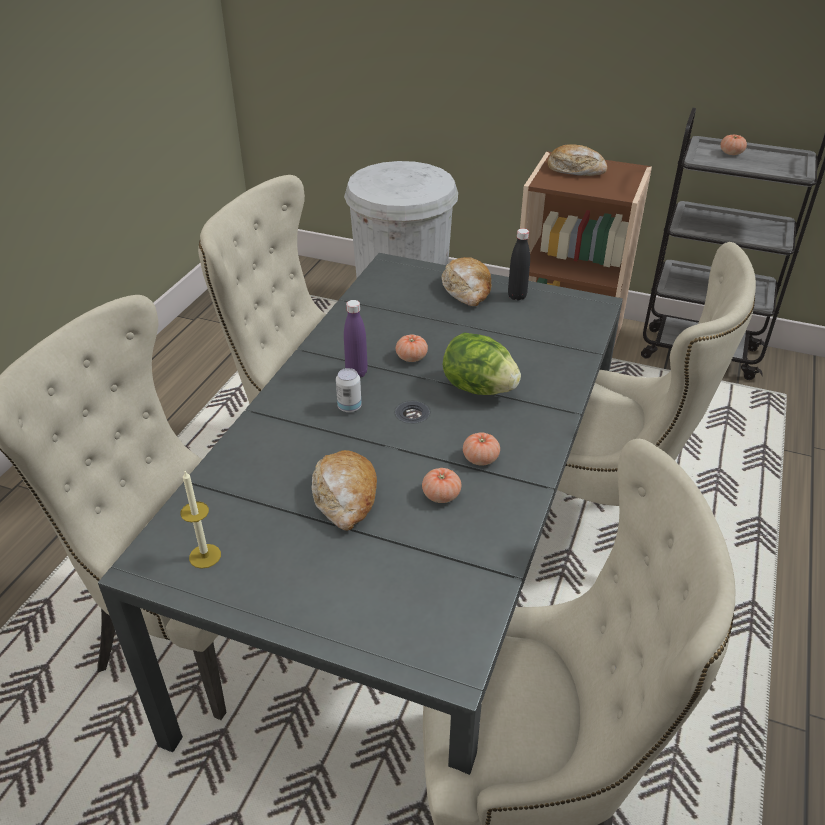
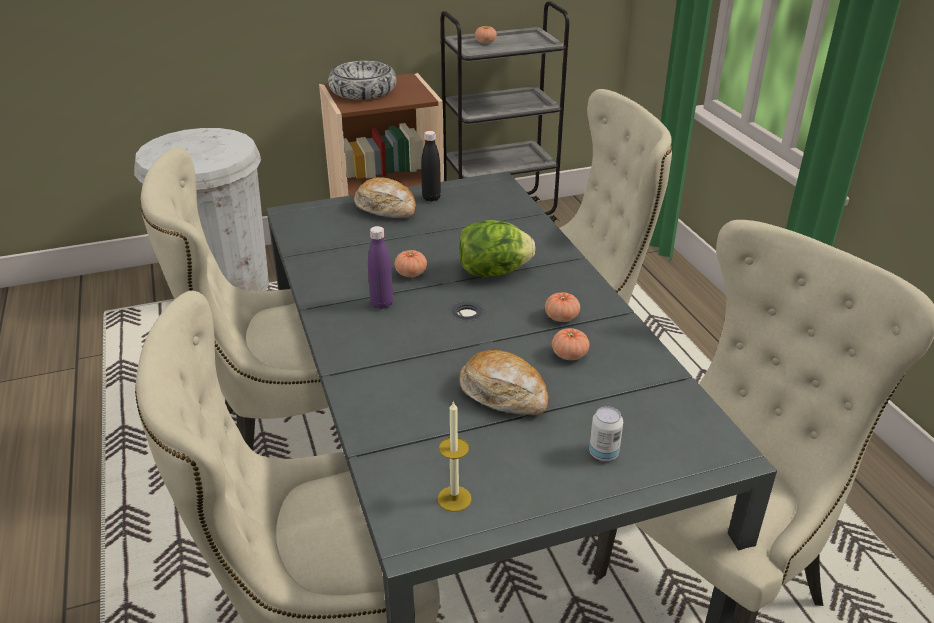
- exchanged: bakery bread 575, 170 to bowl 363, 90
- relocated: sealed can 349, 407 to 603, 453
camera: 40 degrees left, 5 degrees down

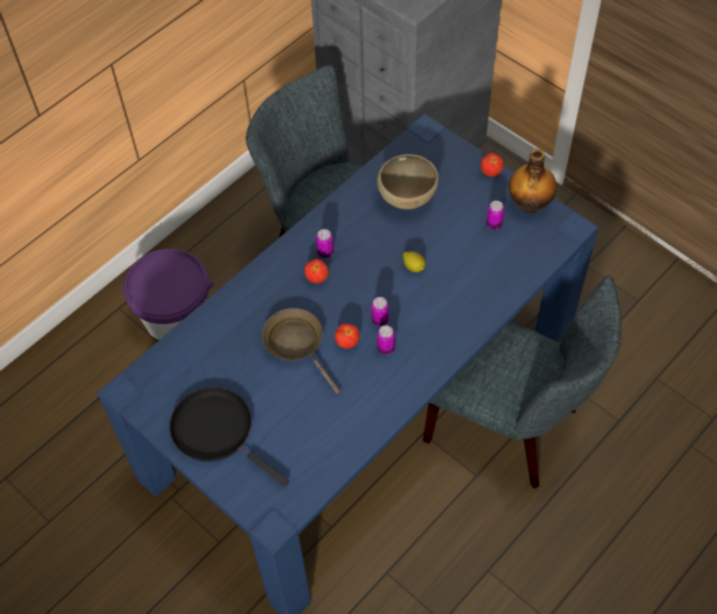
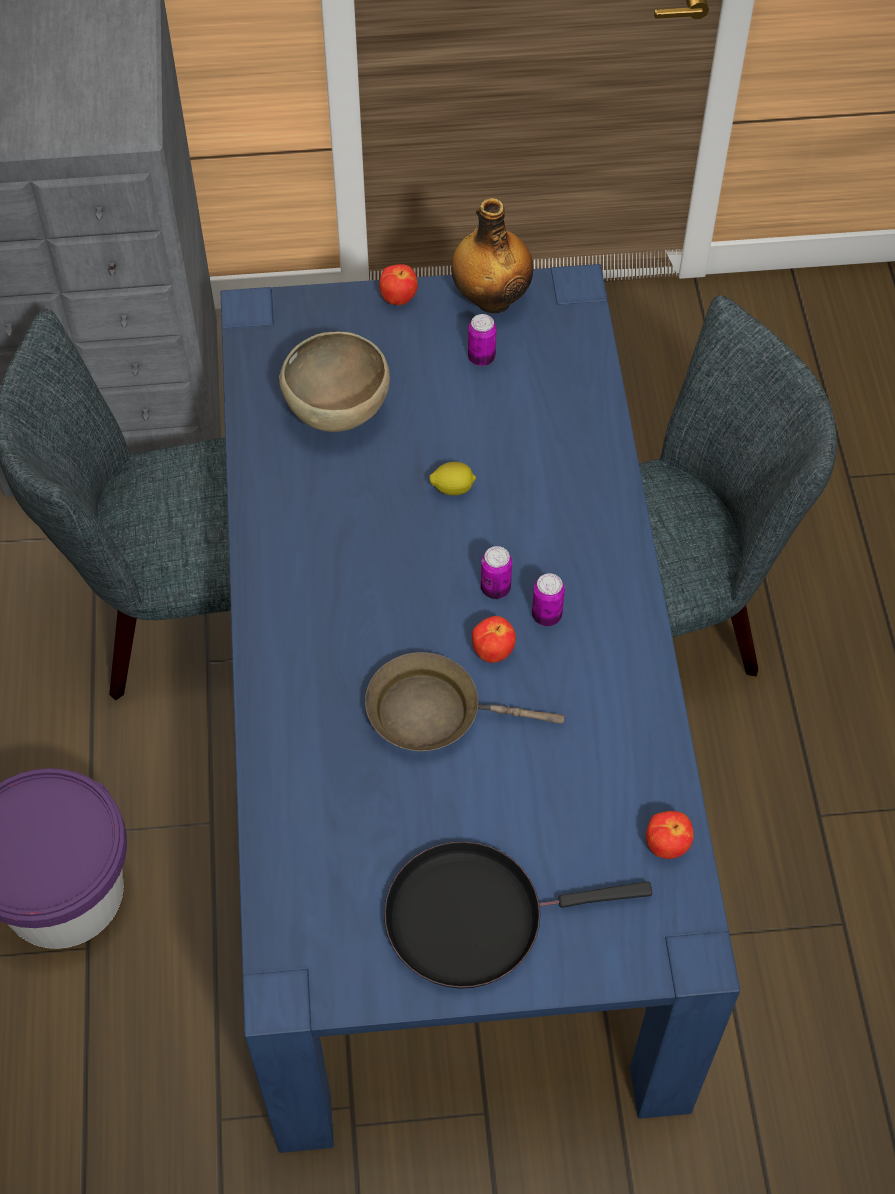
- relocated: apple 317, 278 to 667, 845
- missing: sealed can 325, 252
camera: 50 degrees left, 0 degrees up

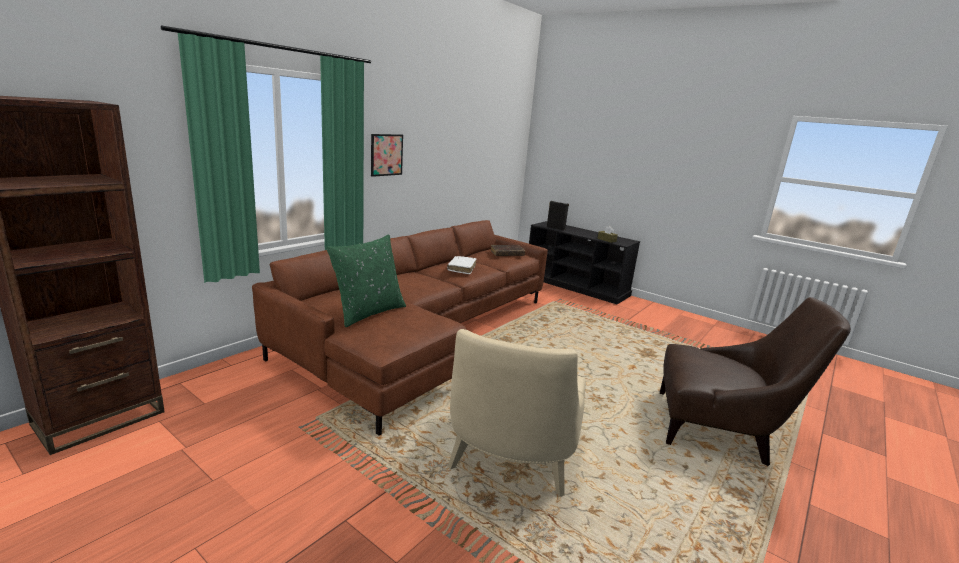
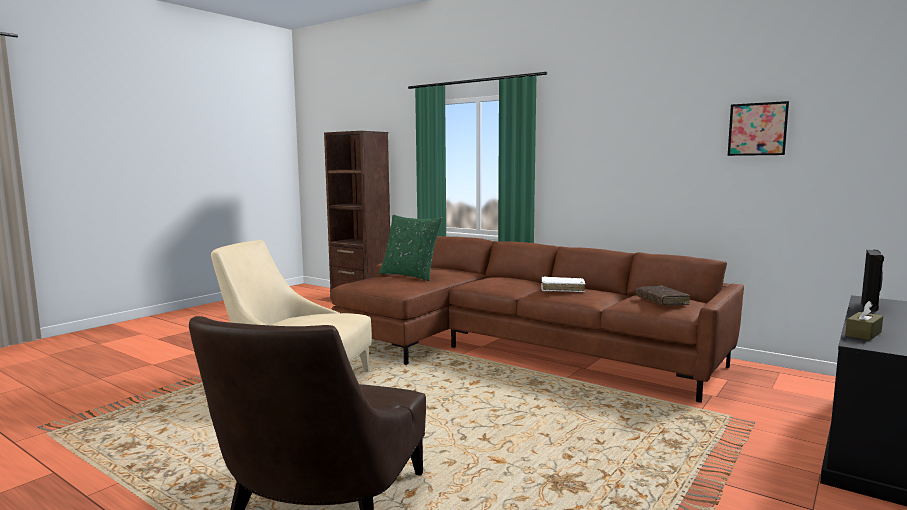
- relocated: picture 386, 155 to 757, 129
camera: 90 degrees right, 10 degrees down

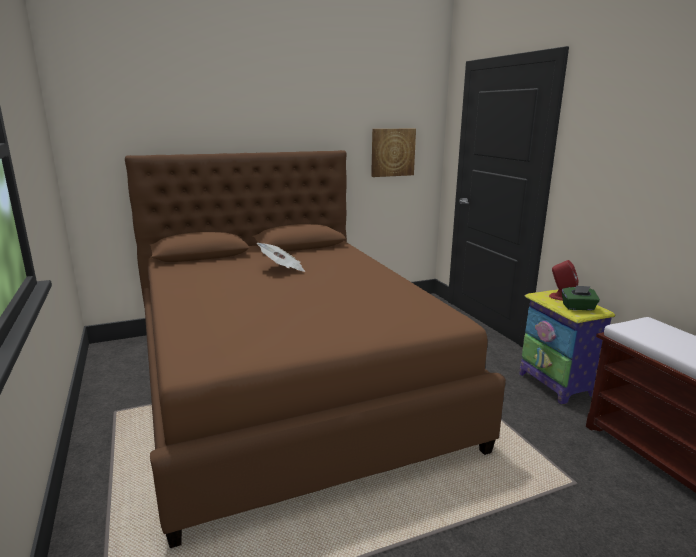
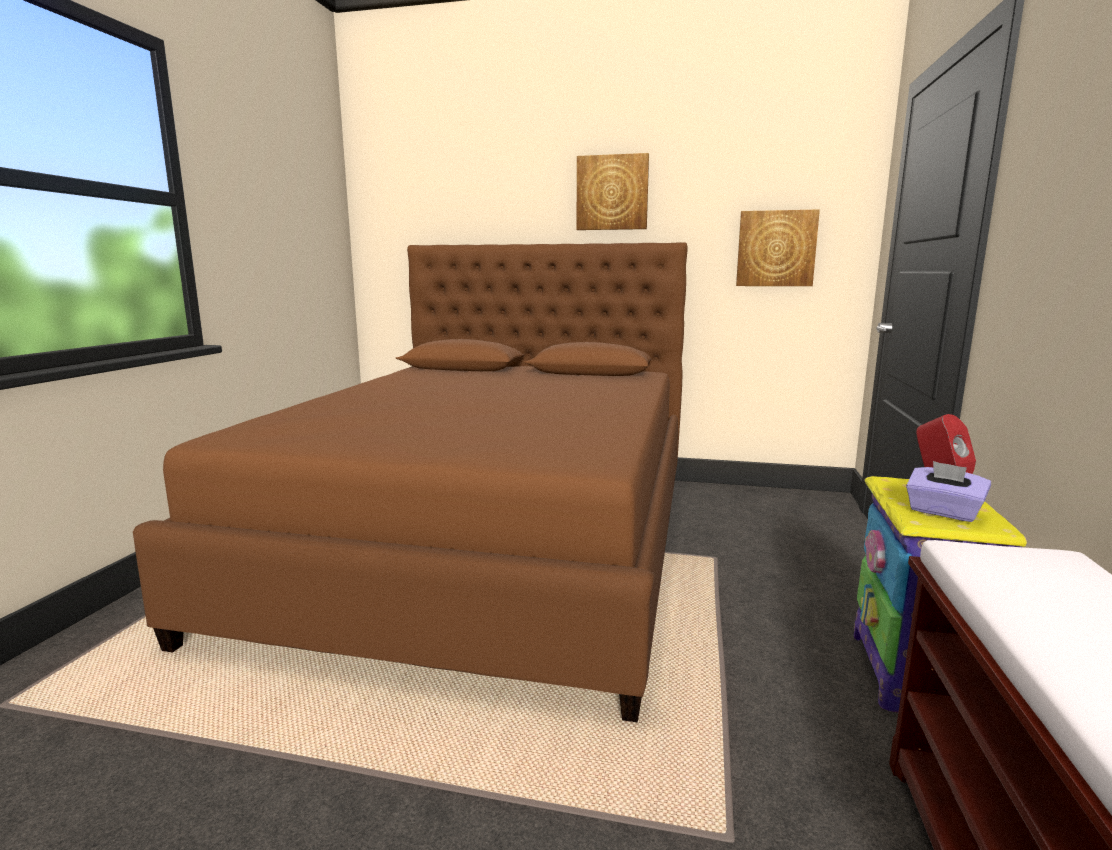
- appeared: picture 612, 193
- colour: green-coloured box of tissues 578, 307 to purplish box of tissues 943, 512
- missing: daily paper 282, 269
camera: 35 degrees right, 5 degrees down

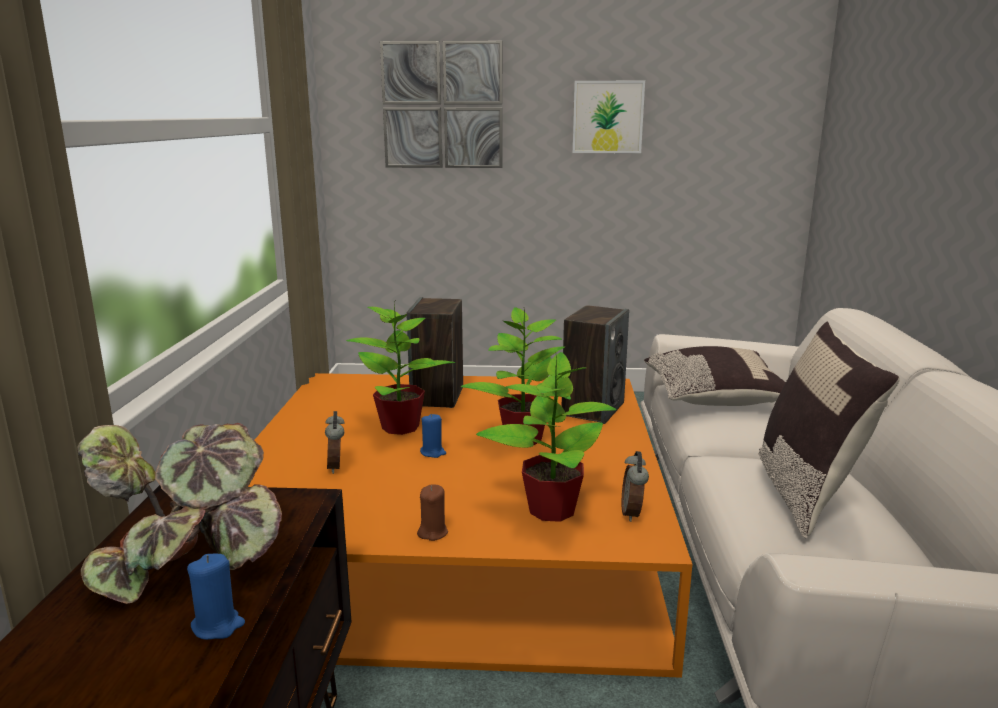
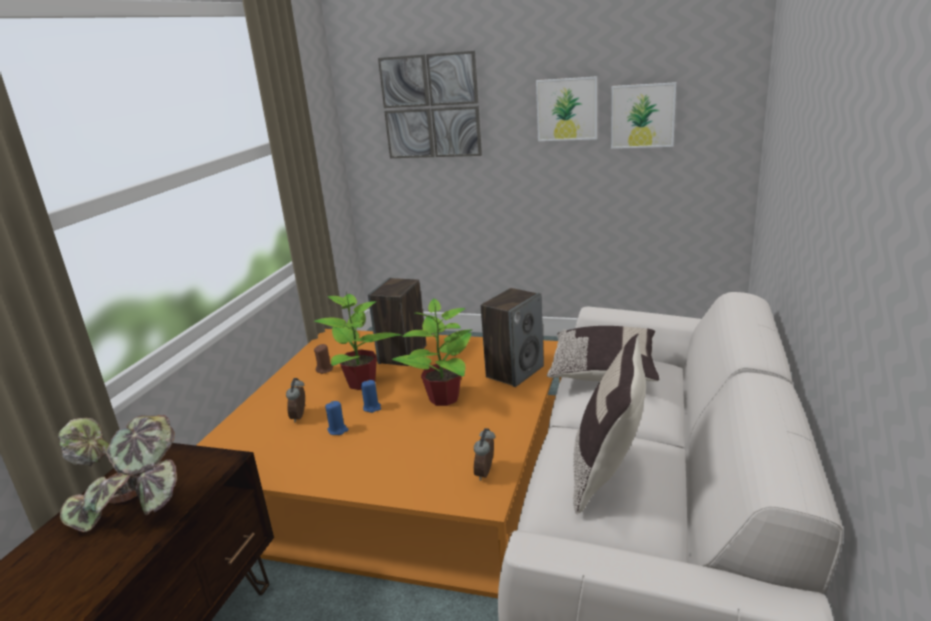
- relocated: brownish wax light 432, 532 to 324, 369
- relocated: blue-coloured wax light 218, 625 to 338, 430
- appeared: picture 642, 116
- missing: potted plant 551, 509
camera: 15 degrees right, 5 degrees up

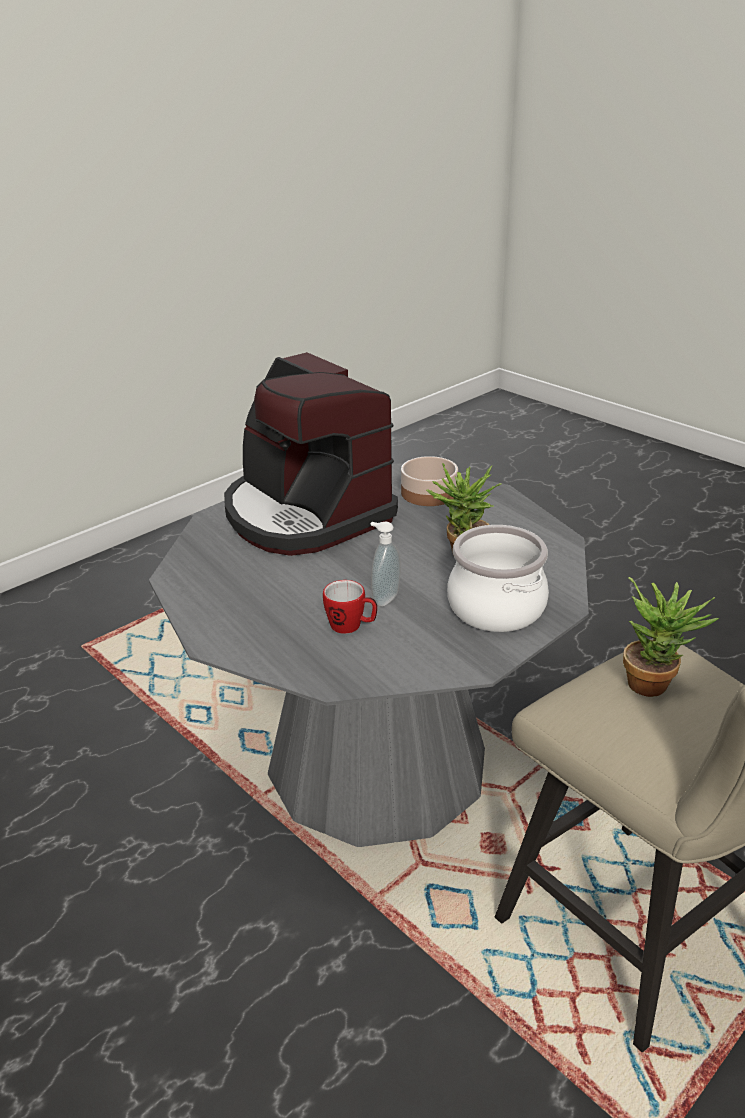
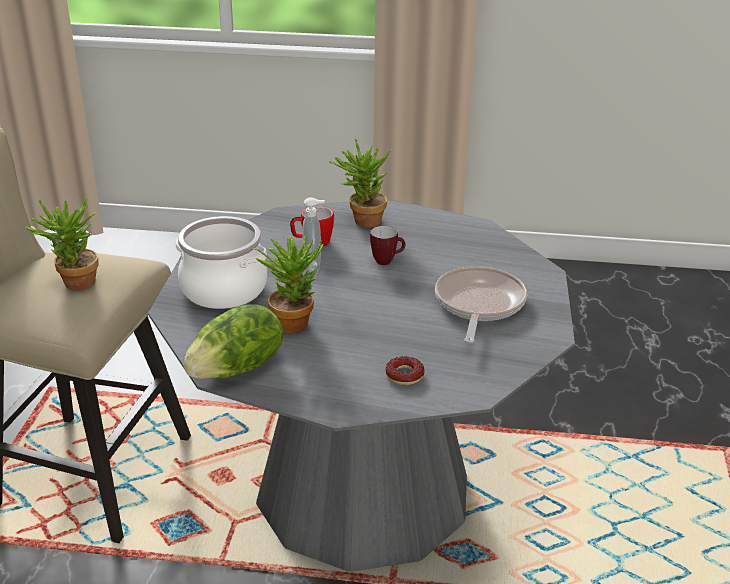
- appeared: head of lettuce 238, 369
- appeared: potted plant 361, 221
- appeared: mug 387, 261
- exchanged: bowl 428, 493 to ring doughnut 404, 375
- exchanged: coffee brewer 305, 514 to skillet 478, 305
camera: 140 degrees right, 0 degrees up

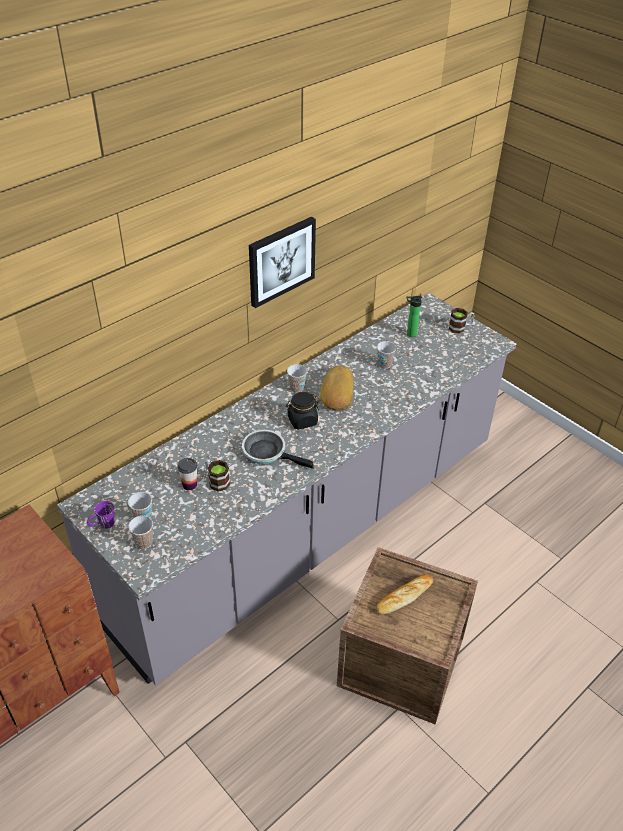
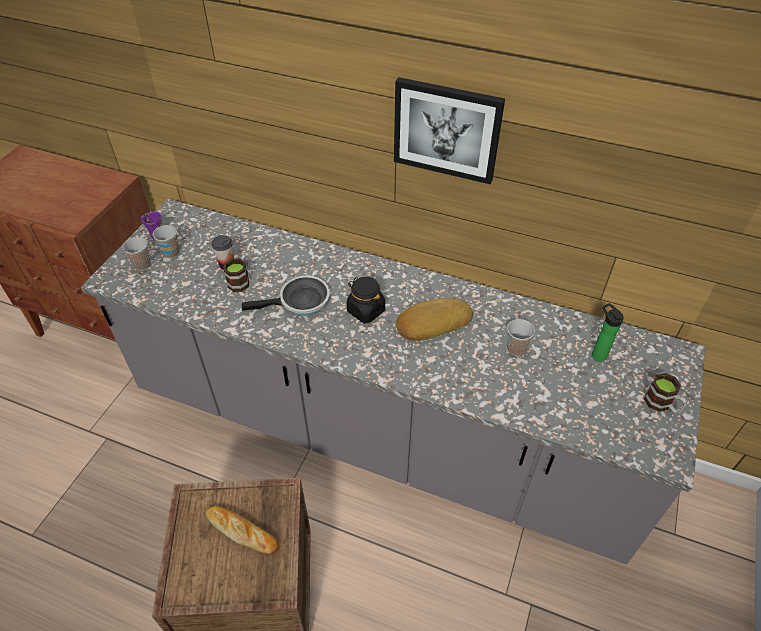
- spun: skillet 268, 453 = 300, 302 75 degrees clockwise
- missing: small cup 296, 388
camera: 65 degrees right, 5 degrees up

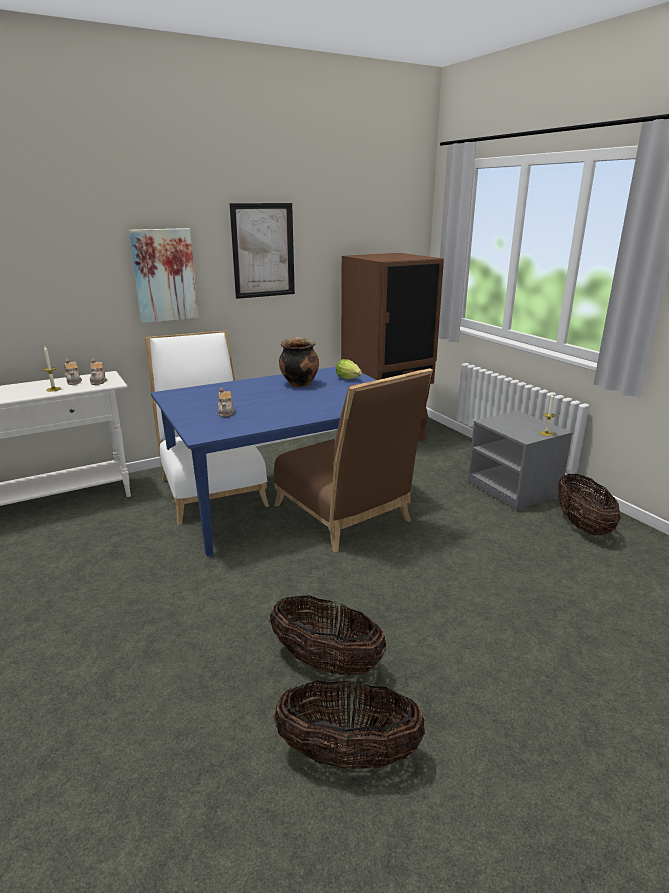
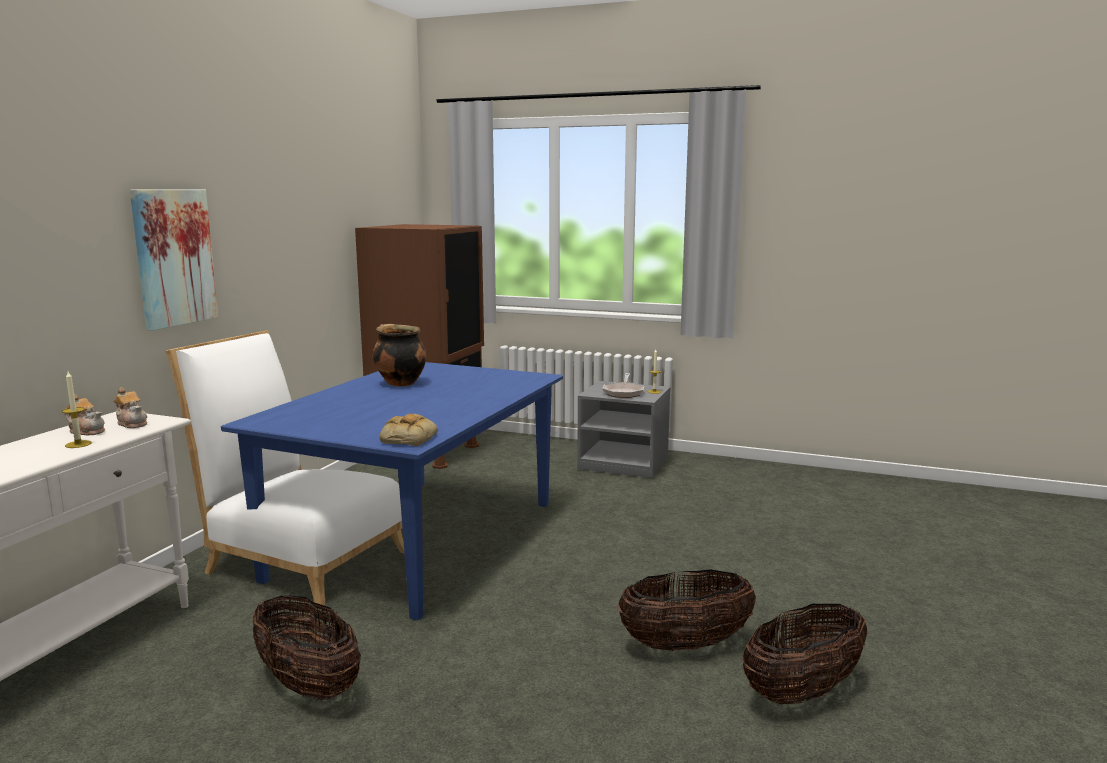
- relocated: storage basket 582, 525 to 308, 685
- appeared: bakery bread 408, 438
- appeared: skillet 623, 392
- missing: teapot 226, 412
- missing: picture 263, 250
- missing: brownish chair 346, 516
- missing: head of lettuce 349, 379
camera: 40 degrees left, 10 degrees down

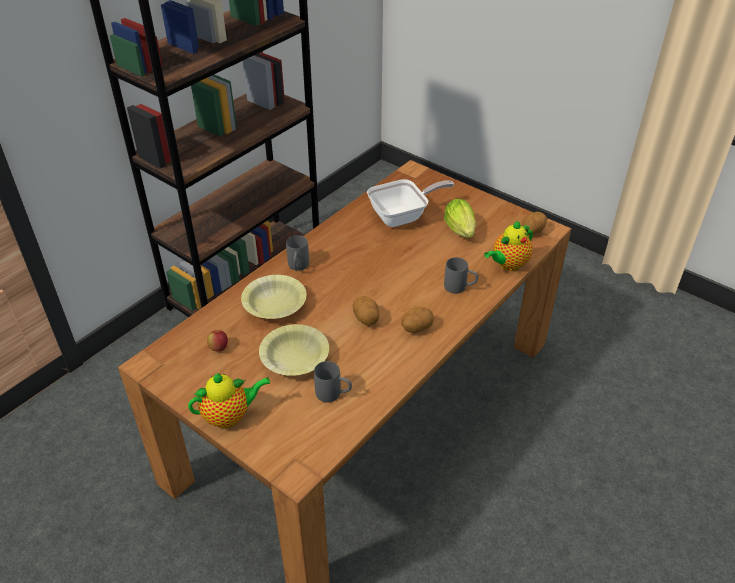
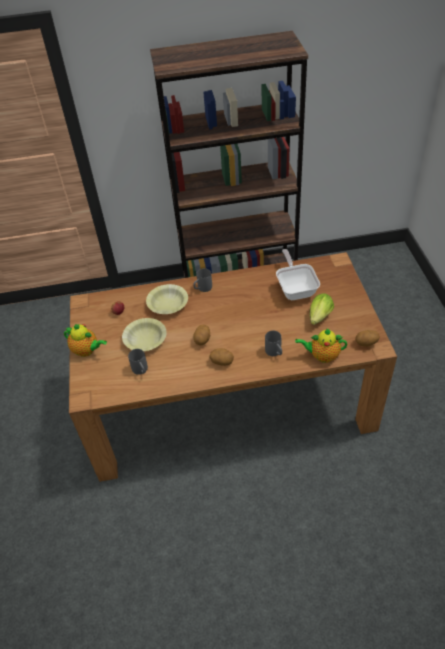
- spun: skillet 403, 216 = 296, 288 120 degrees counterclockwise
camera: 45 degrees right, 5 degrees up

